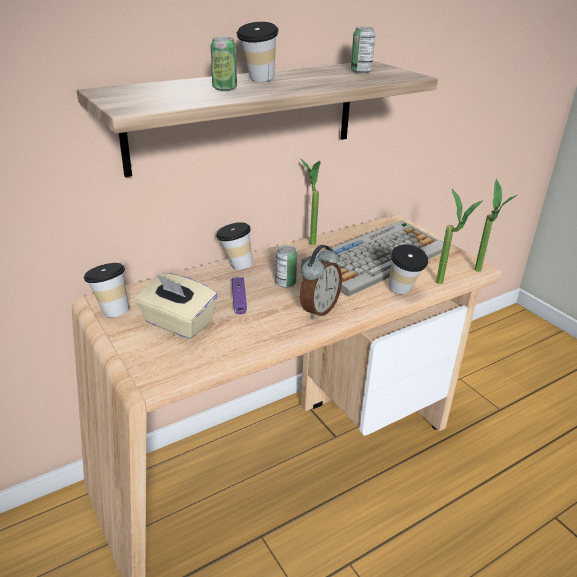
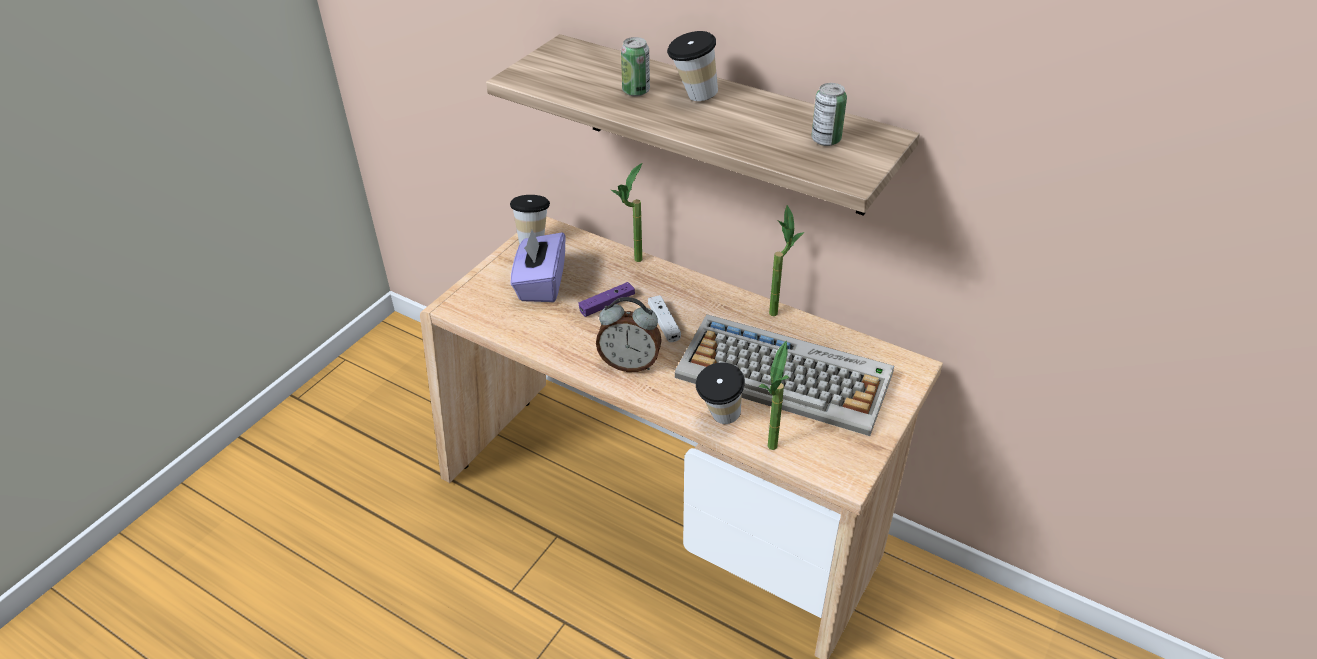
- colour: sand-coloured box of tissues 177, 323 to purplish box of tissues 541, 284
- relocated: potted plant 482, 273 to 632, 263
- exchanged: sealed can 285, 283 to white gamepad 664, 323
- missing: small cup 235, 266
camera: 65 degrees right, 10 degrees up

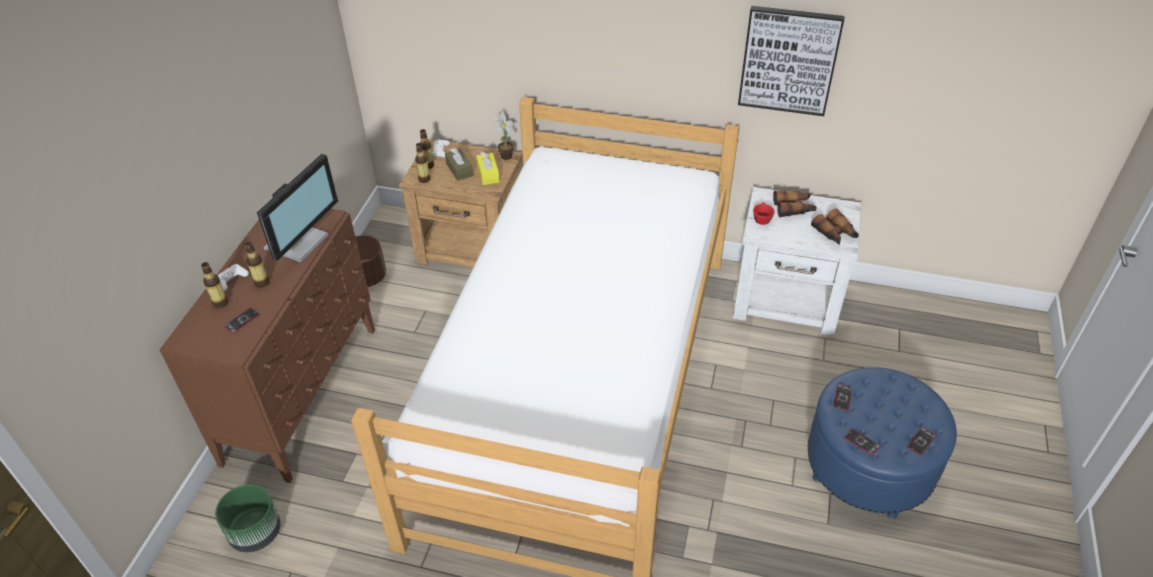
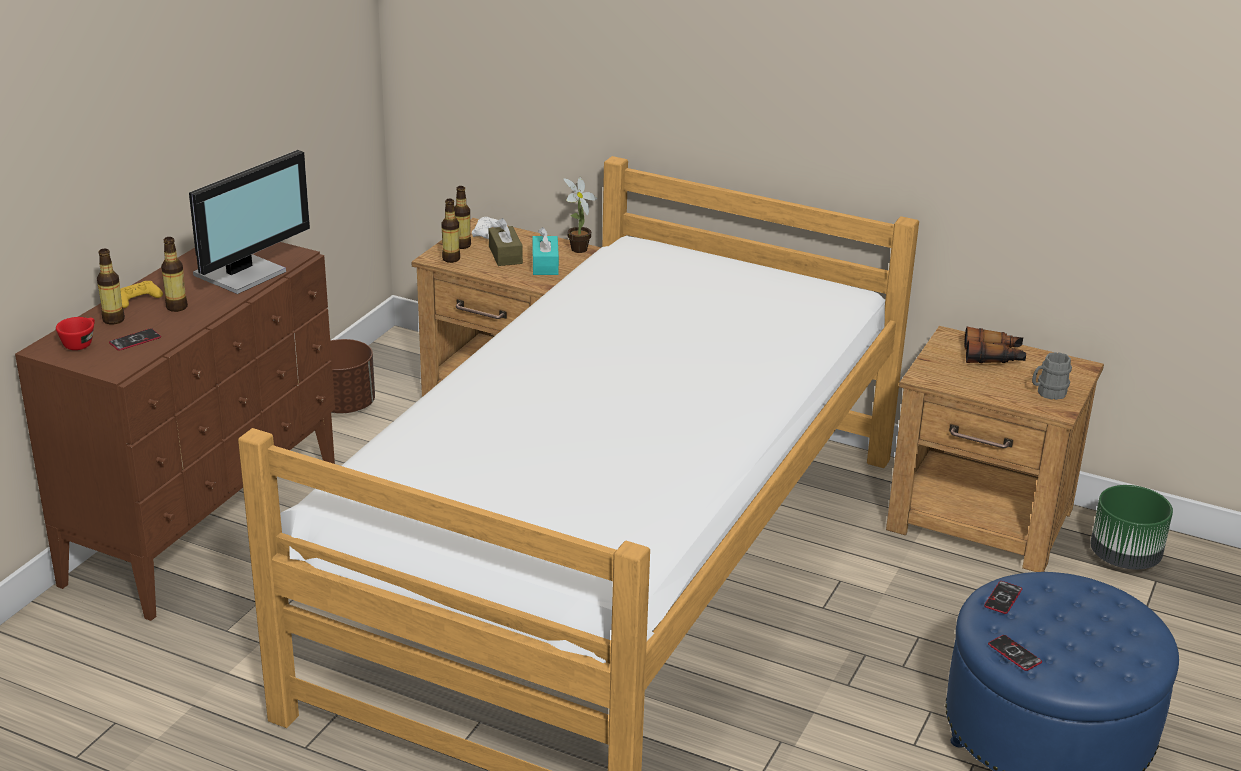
- relocated: red small cup 761, 218 to 80, 343
- colour: white gamepad 231, 280 to yellow gamepad 136, 299
- colour: yellow box of tissues 488, 174 to turquoise-coloured box of tissues 545, 264
- colour: white bedside table 787, 301 to brownish bedside table 982, 521
- exchanged: pair of binoculars 835, 234 to greyish mug 1048, 393
- relocated: green-coloured plant pot 255, 532 to 1124, 557
- missing: picture 789, 60
- missing: telephone 921, 441
camera: 10 degrees right, 15 degrees down

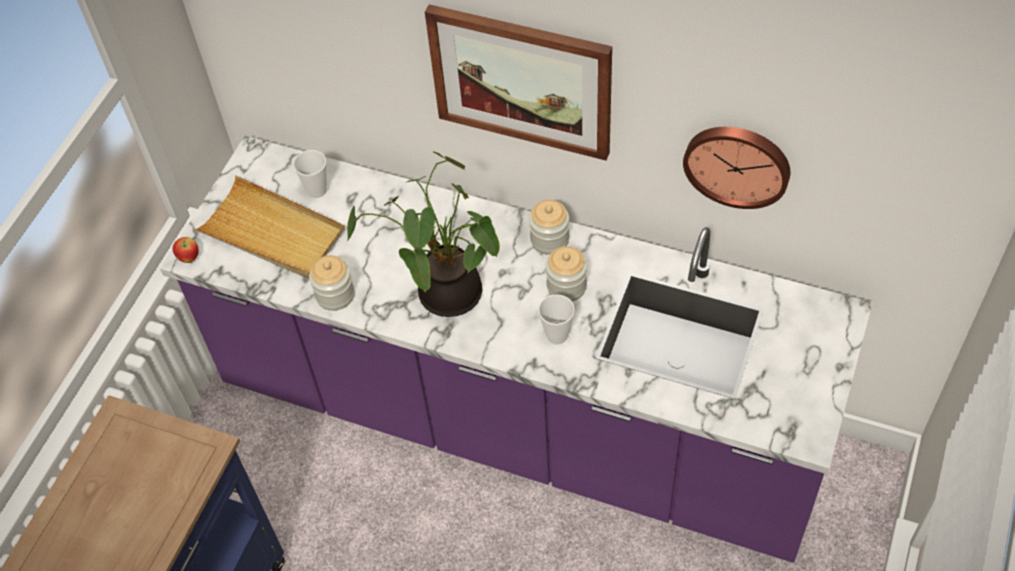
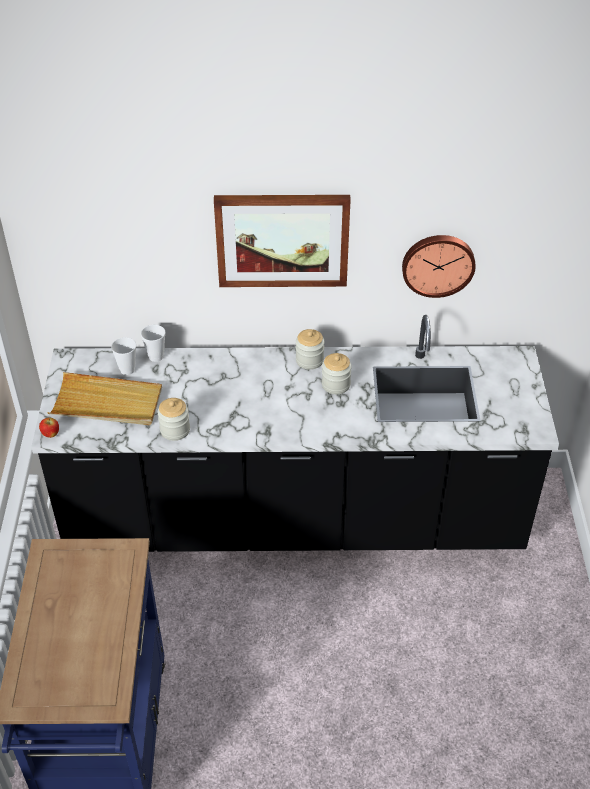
- colour: purplish kitchen base unit 518, 420 to blackish kitchen base unit 295, 521
- relocated: small cup 557, 335 to 156, 356
- missing: potted plant 444, 296
camera: 25 degrees left, 10 degrees down

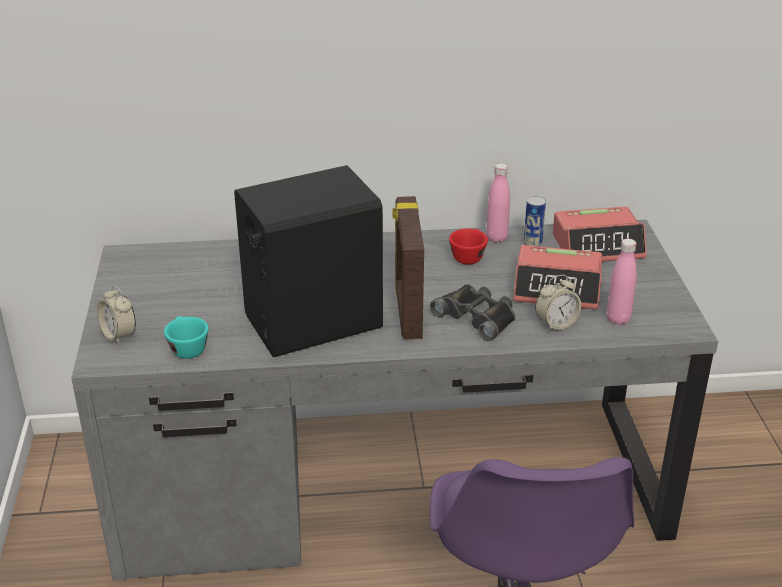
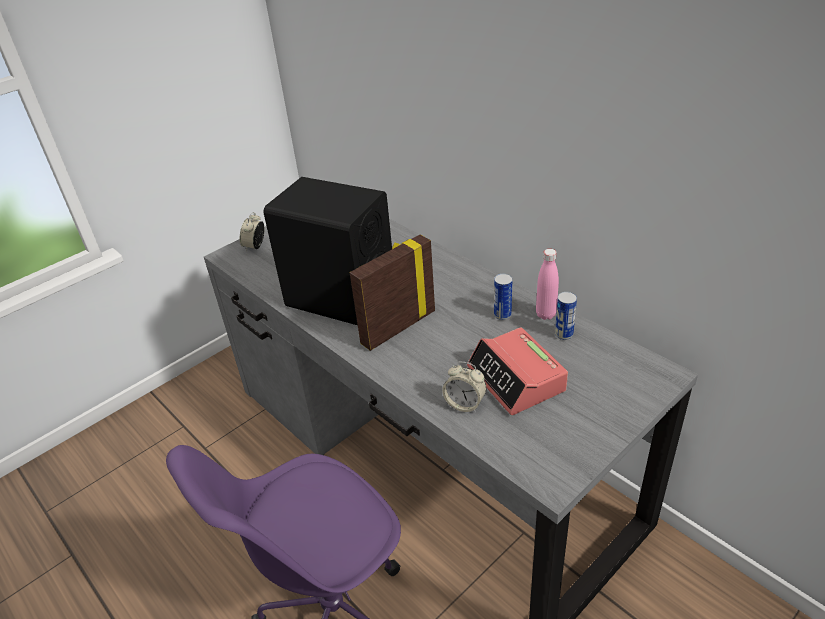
- exchanged: red small cup 468, 256 to sealed can 502, 315
- missing: turquoise-coloured small cup 186, 348
- missing: blackish pair of binoculars 477, 316
- missing: bedside clock 598, 246
- missing: pink drink bottle 618, 319
camera: 55 degrees right, 5 degrees up

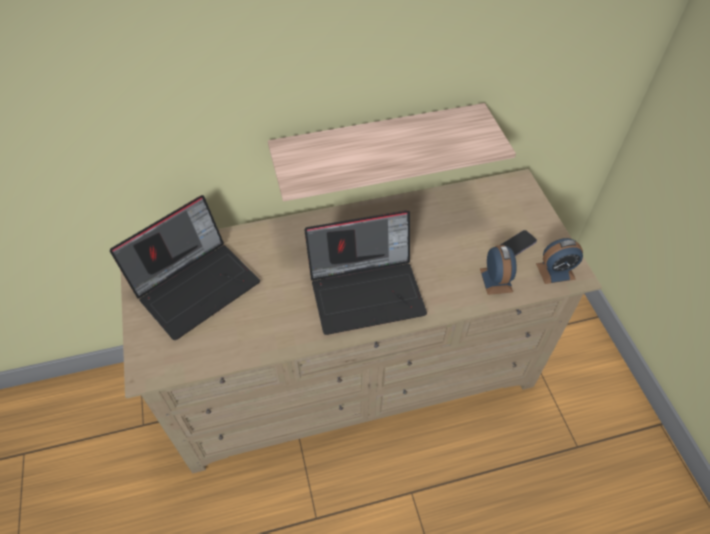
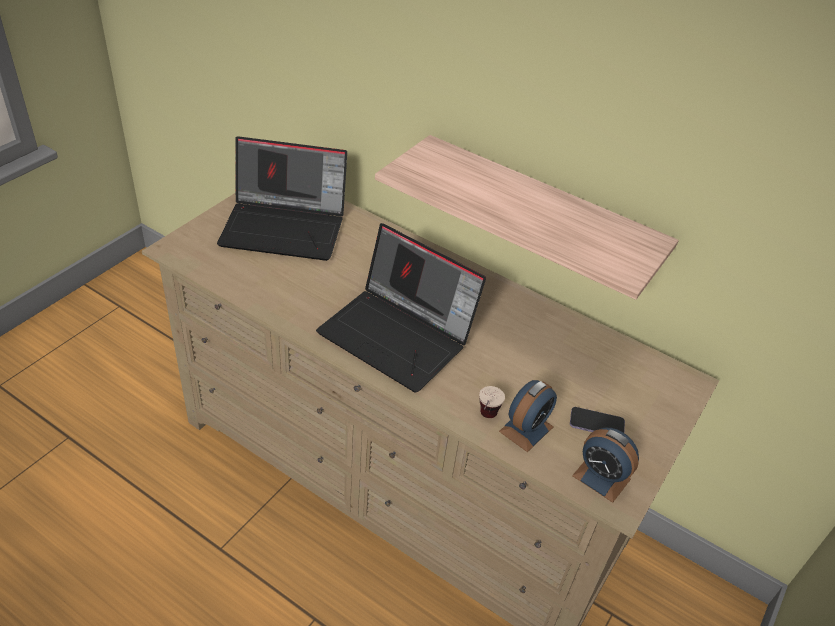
- appeared: small cup 485, 419
camera: 45 degrees right, 10 degrees down

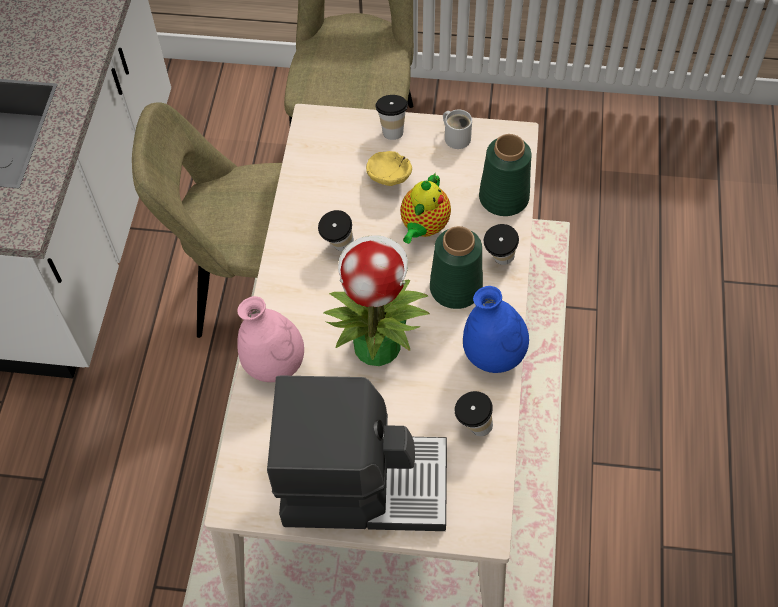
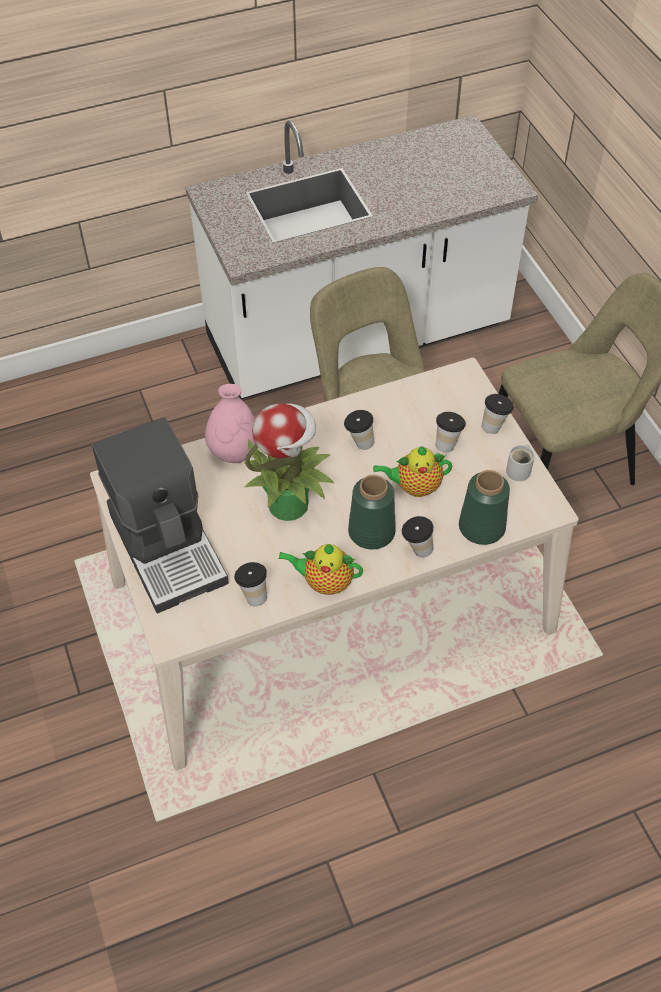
- exchanged: blue-coloured vase 493, 356 to teapot 325, 582
- exchanged: yellow bowl 388, 176 to small cup 447, 443
camera: 60 degrees right, 5 degrees down

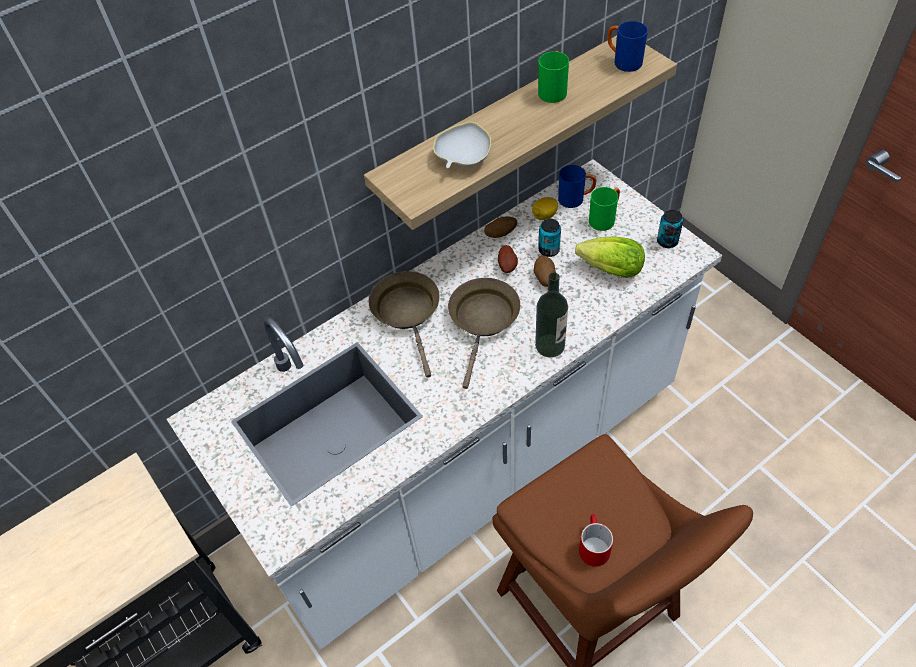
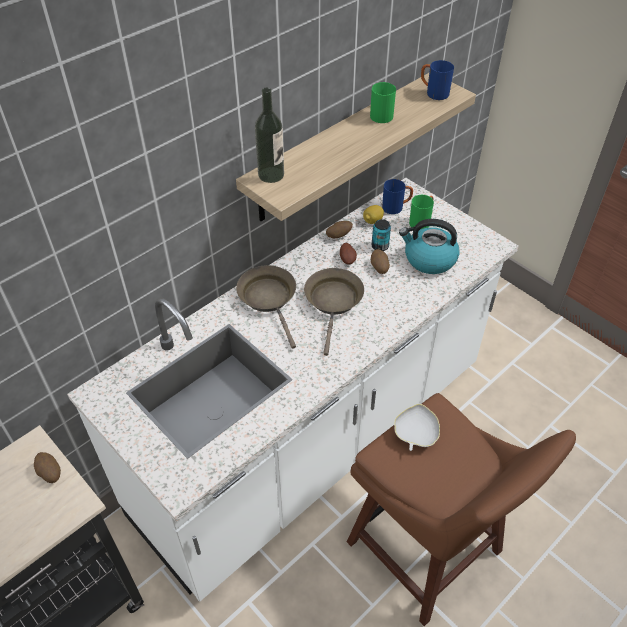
- appeared: potato 50, 473
- relocated: drink bottle 550, 345 to 271, 175
- relocated: white bowl 463, 157 to 415, 433
- exchanged: head of lettuce 607, 269 to tea kettle 429, 259
- missing: red mug 592, 545
- missing: sealed can 667, 241
camera: 10 degrees left, 5 degrees down

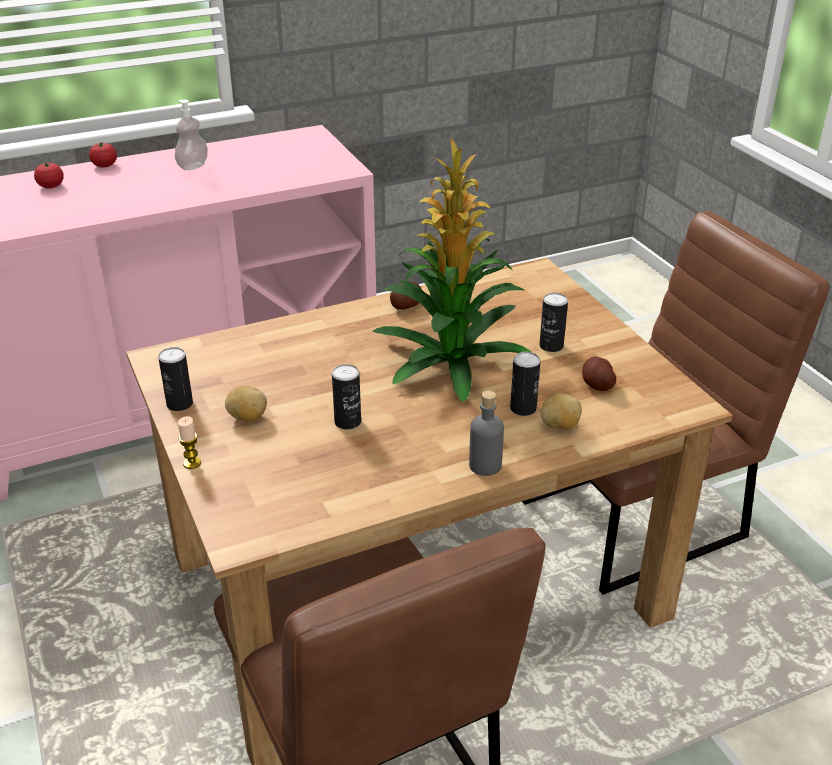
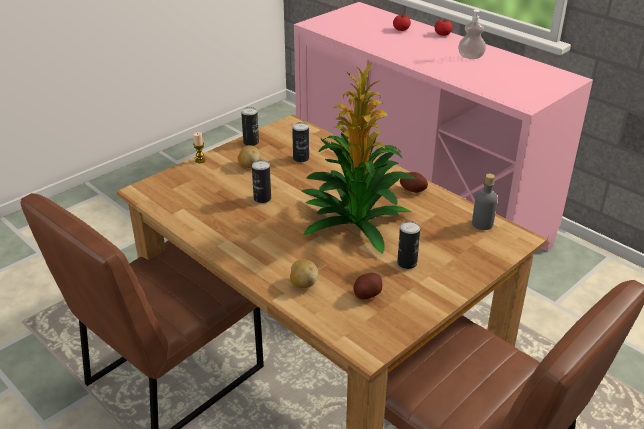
- relocated: sealed can 523, 408 to 301, 158
- relocated: greyish drink bottle 485, 465 to 482, 224
camera: 70 degrees right, 0 degrees up

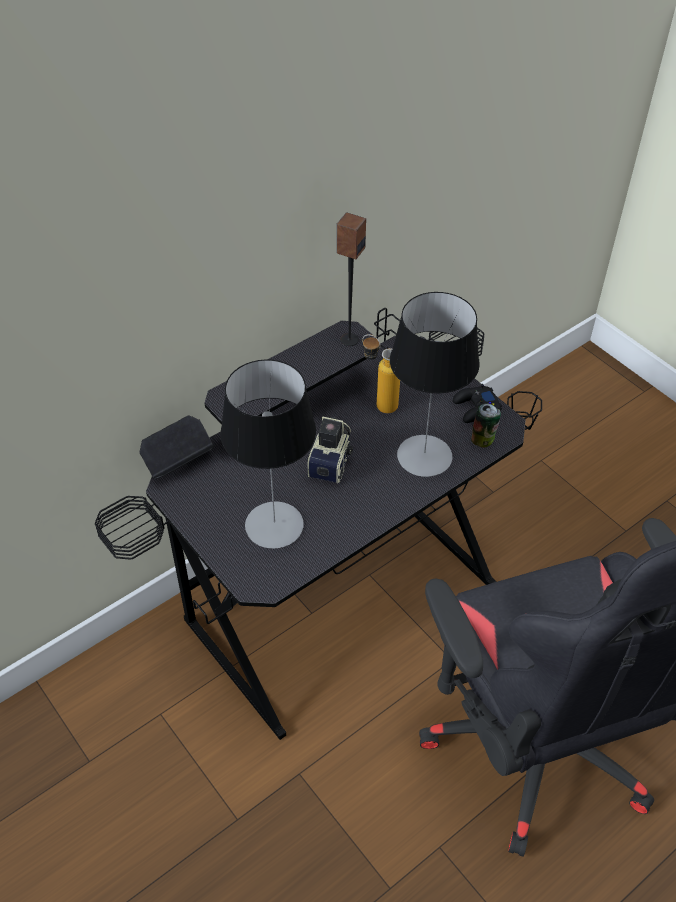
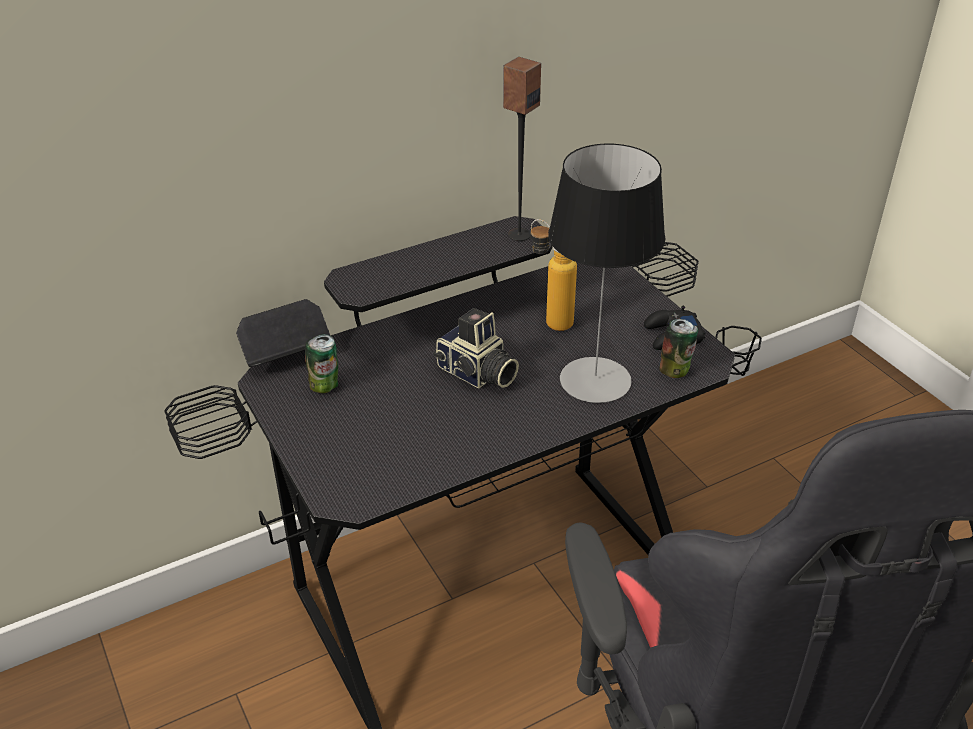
- appeared: sealed can 325, 386
- spun: photo camera 332, 461 = 476, 374 105 degrees clockwise
- missing: table lamp 274, 525
camera: 10 degrees right, 10 degrees down

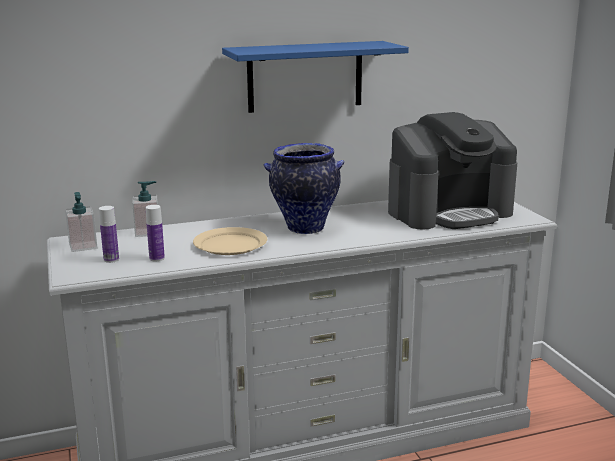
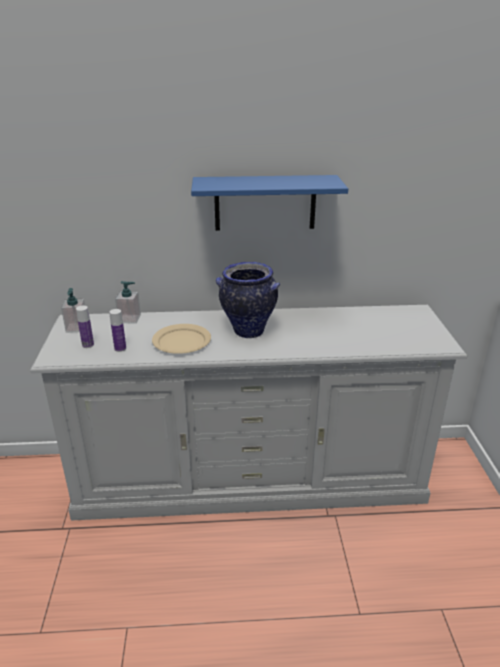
- missing: coffee brewer 449, 212
camera: 15 degrees right, 10 degrees up

